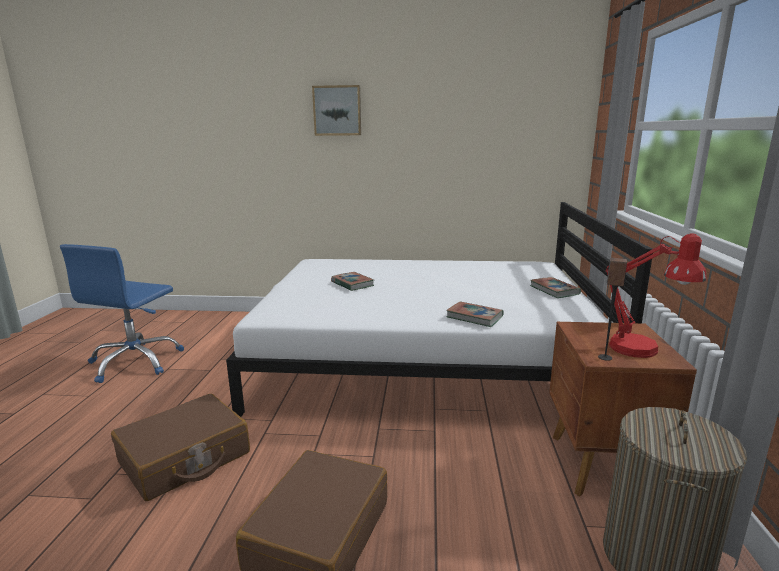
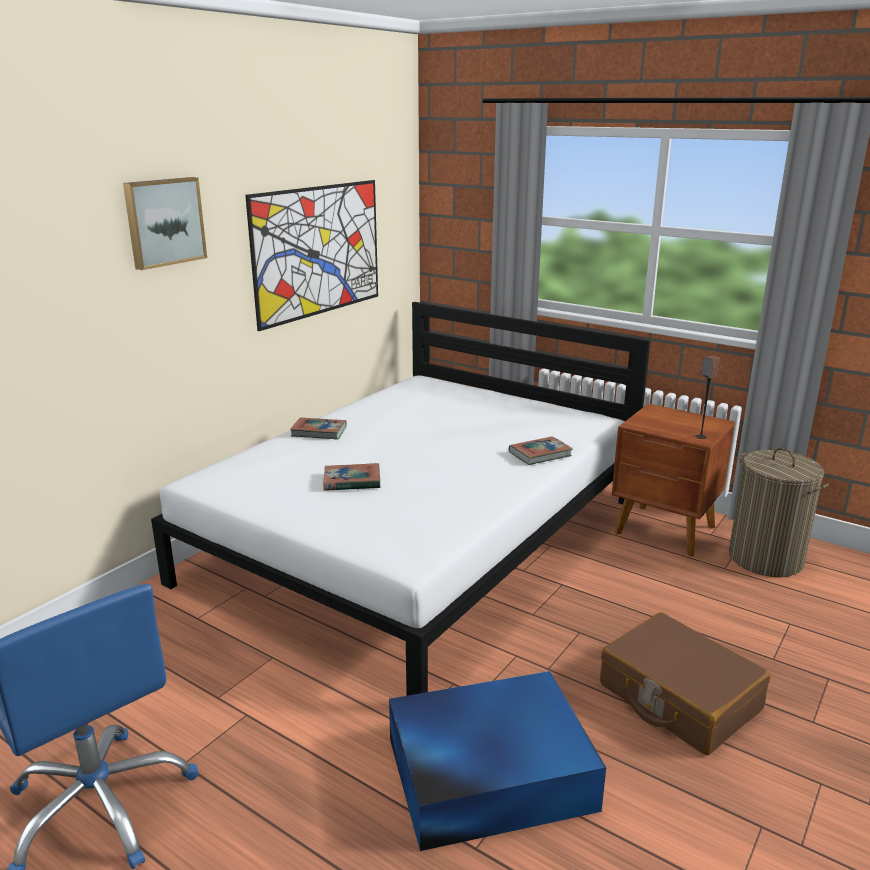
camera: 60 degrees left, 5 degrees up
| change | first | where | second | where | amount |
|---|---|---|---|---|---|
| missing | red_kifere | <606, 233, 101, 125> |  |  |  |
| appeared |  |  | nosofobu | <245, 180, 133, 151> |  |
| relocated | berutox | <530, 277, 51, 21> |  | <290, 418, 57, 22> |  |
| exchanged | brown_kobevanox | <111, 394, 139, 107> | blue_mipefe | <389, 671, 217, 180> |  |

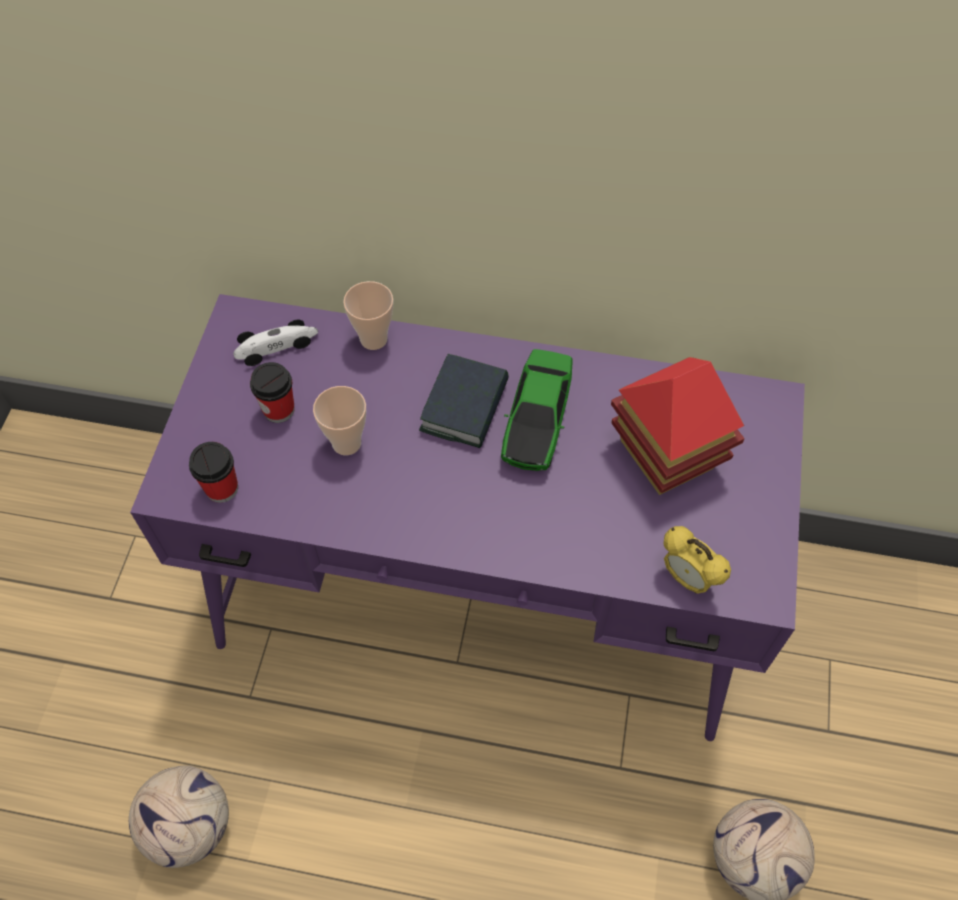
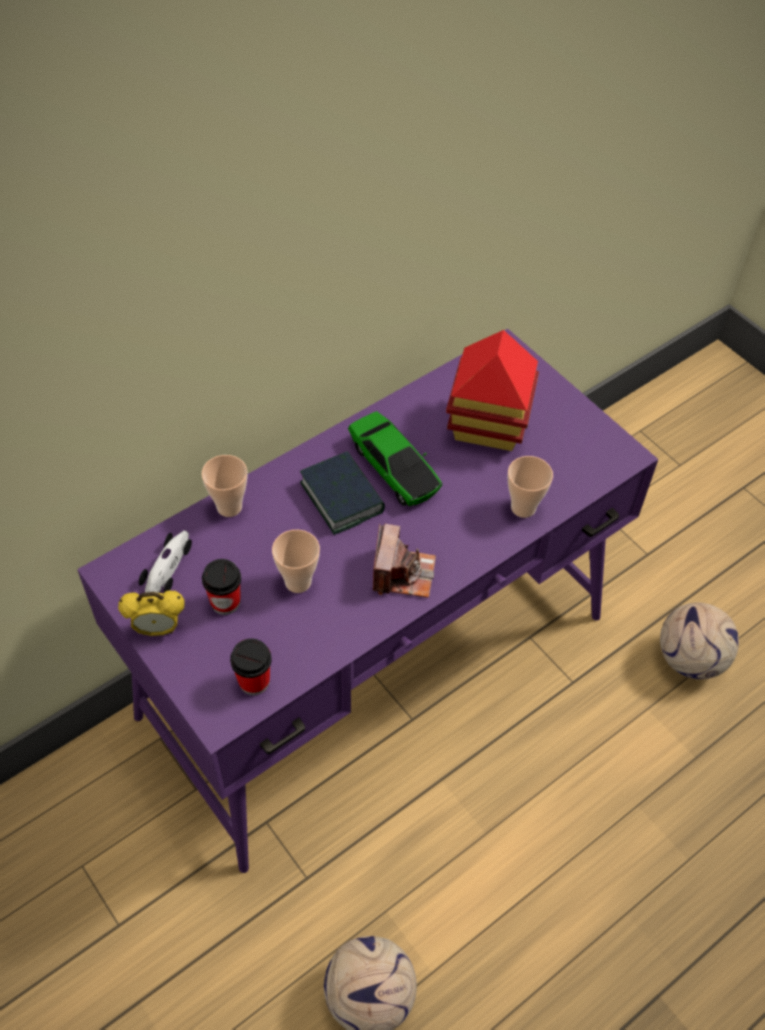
camera: 50 degrees left, 5 degrees down
| change | first | where | second | where | amount |
|---|---|---|---|---|---|
| appeared |  |  | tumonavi | <373, 524, 63, 74> |  |
| appeared |  |  | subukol | <508, 456, 45, 62> |  |
| relocated | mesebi | <664, 526, 67, 67> |  | <118, 591, 66, 45> |  |

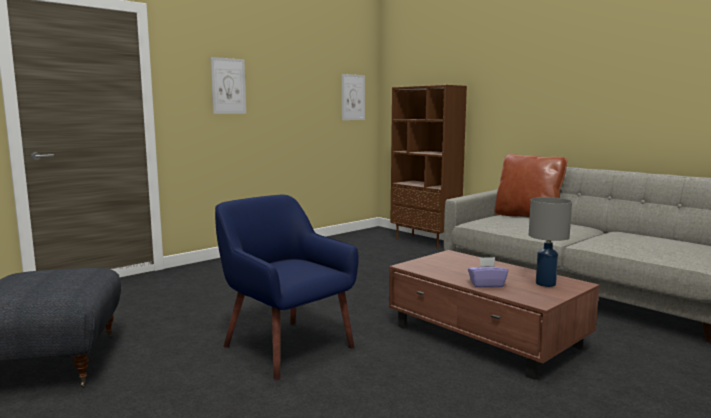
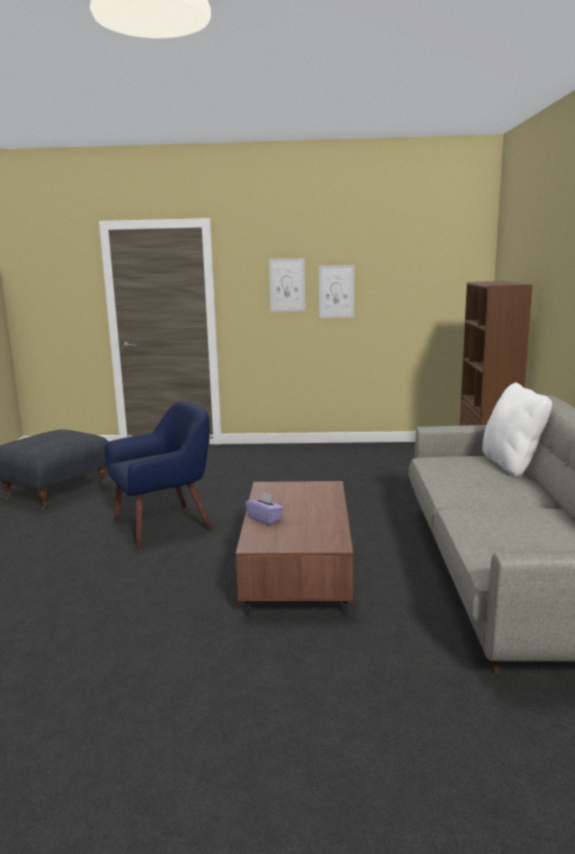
camera: 45 degrees right, 5 degrees up
| change | first | where | second | where | amount |
|---|---|---|---|---|---|
| missing | grey_kifere | <529, 197, 43, 90> |  |  |  |
| relocated | nosofobu | <342, 74, 23, 46> |  | <319, 265, 35, 53> |  |
| colour | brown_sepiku | <495, 154, 72, 64> | white_sepiku | <482, 383, 70, 94> |  |
| spun | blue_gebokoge | <215, 195, 144, 185> |  | <105, 401, 107, 149> | 60 degrees clockwise |

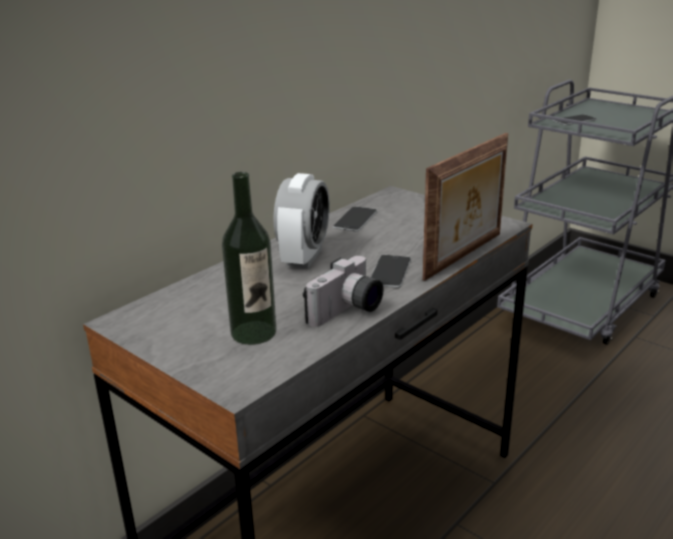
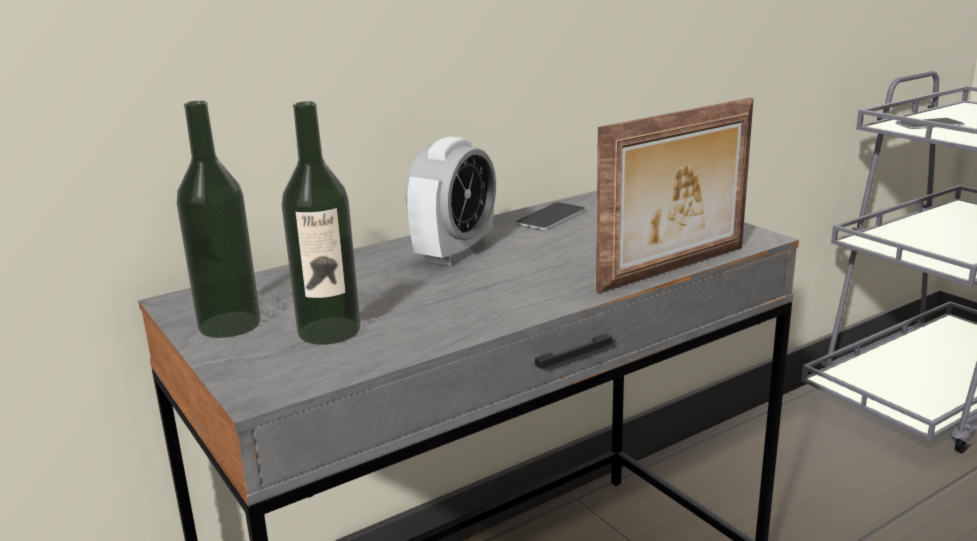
camera: 15 degrees right, 5 degrees down
| change | first | where | second | where | amount |
|---|---|---|---|---|---|
| missing | tumonavi | <303, 256, 81, 71> |  |  |  |
| missing | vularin | <370, 255, 41, 33> |  |  |  |
| appeared |  |  | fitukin | <177, 101, 84, 237> |  |

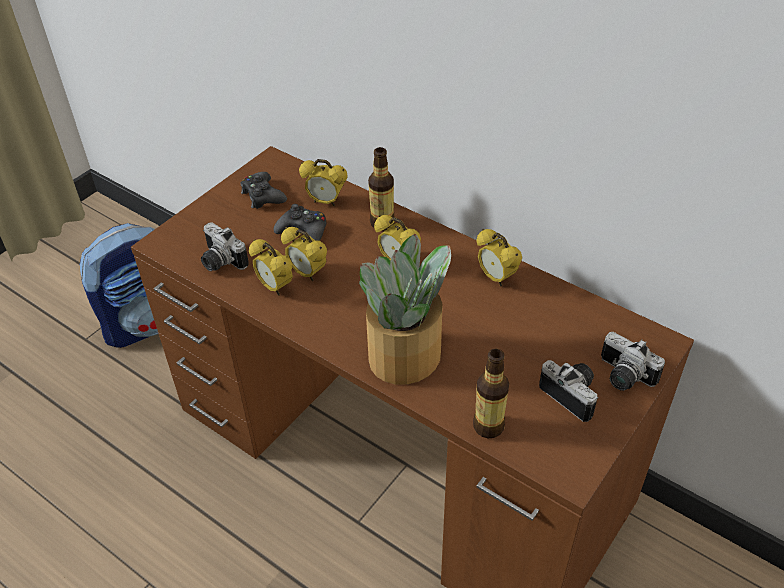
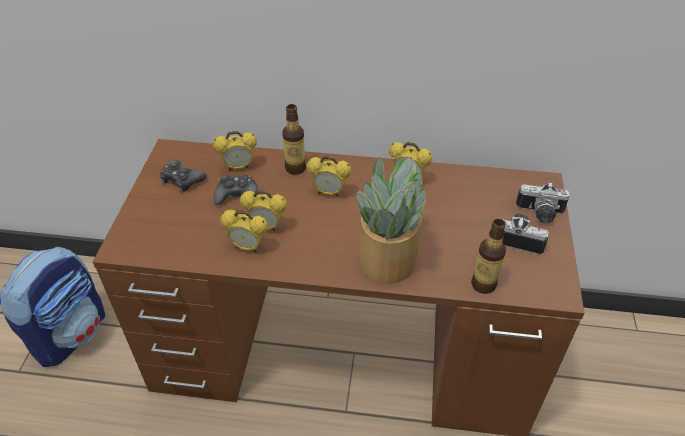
camera: 30 degrees left, 0 degrees up
| change | first | where | second | where | amount |
|---|---|---|---|---|---|
| missing | tumonavi | <201, 222, 48, 49> |  |  |  |

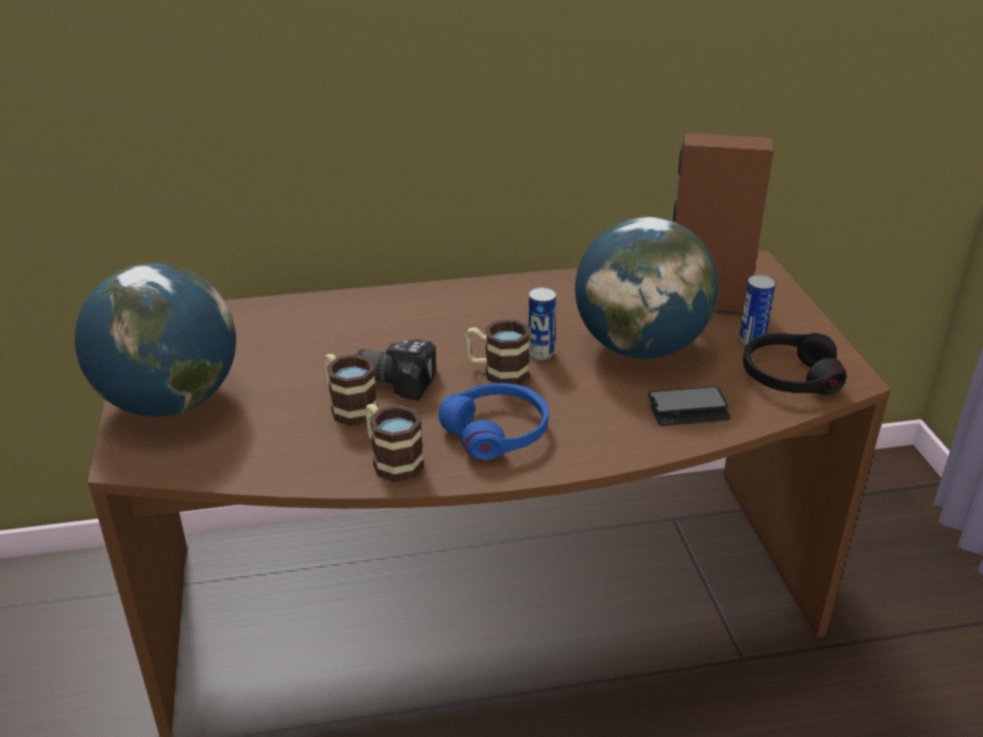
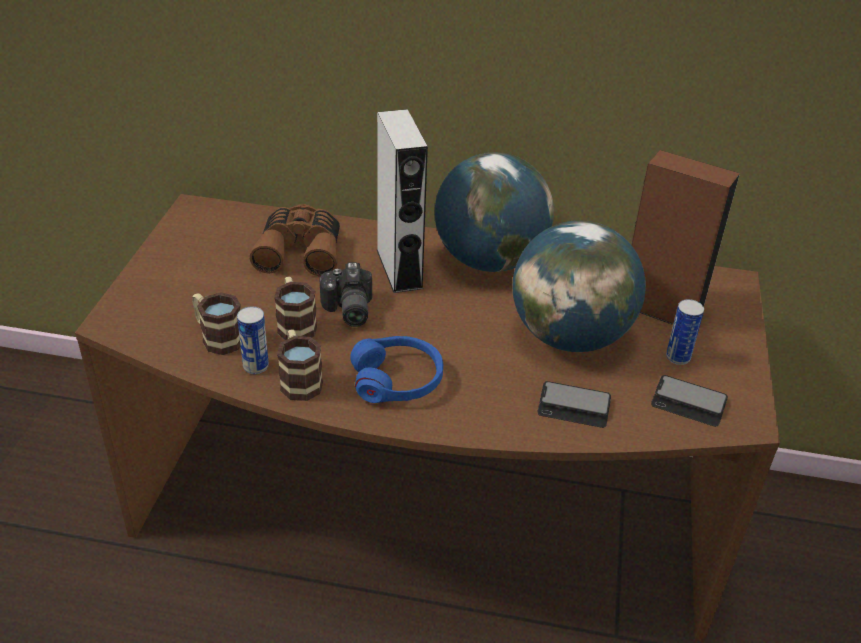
camera: 20 degrees right, 5 degrees up
| change | first | where | second | where | amount |
|---|---|---|---|---|---|
| appeared |  |  | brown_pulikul | <250, 204, 90, 73> |  |
| appeared |  |  | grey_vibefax | <377, 109, 51, 184> |  |
| relocated | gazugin | <75, 263, 161, 154> |  | <435, 152, 119, 120> |  |
| relocated | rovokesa | <465, 319, 65, 66> |  | <192, 292, 49, 63> |  |
| relocated | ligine | <528, 287, 28, 73> |  | <237, 307, 32, 67> |  |
| exchanged | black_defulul | <743, 333, 103, 62> | vularin | <651, 375, 77, 52> |  |
| spun | tumonavi | <357, 339, 79, 62> |  | <320, 262, 52, 65> | 135 degrees counterclockwise |

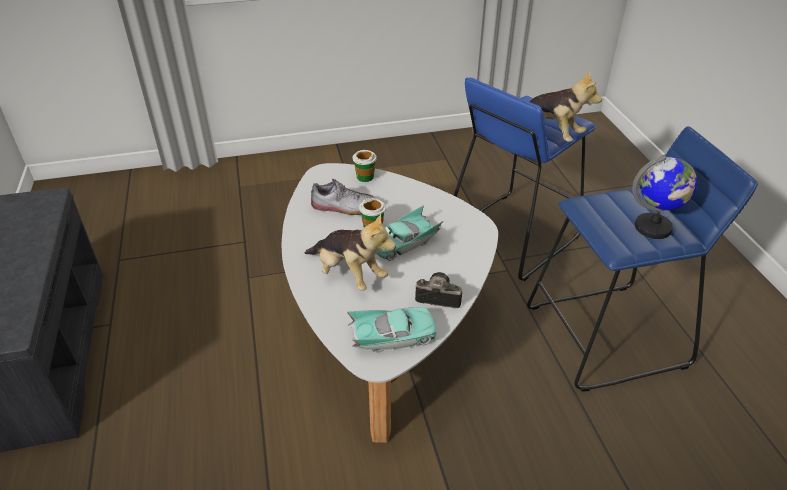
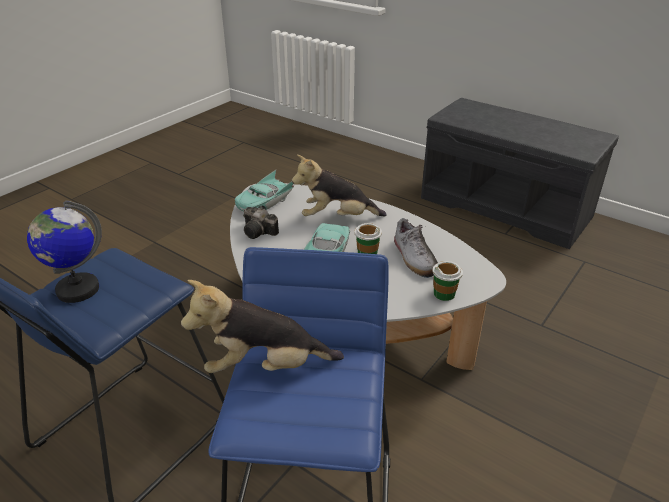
camera: 140 degrees right, 5 degrees down
| change | first | where | second | where | amount |
|---|---|---|---|---|---|
| spun | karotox | <311, 179, 64, 36> |  | <394, 218, 44, 60> | 75 degrees counterclockwise |
| spun | tumonavi | <415, 272, 47, 36> |  | <243, 207, 36, 32> | 60 degrees clockwise |

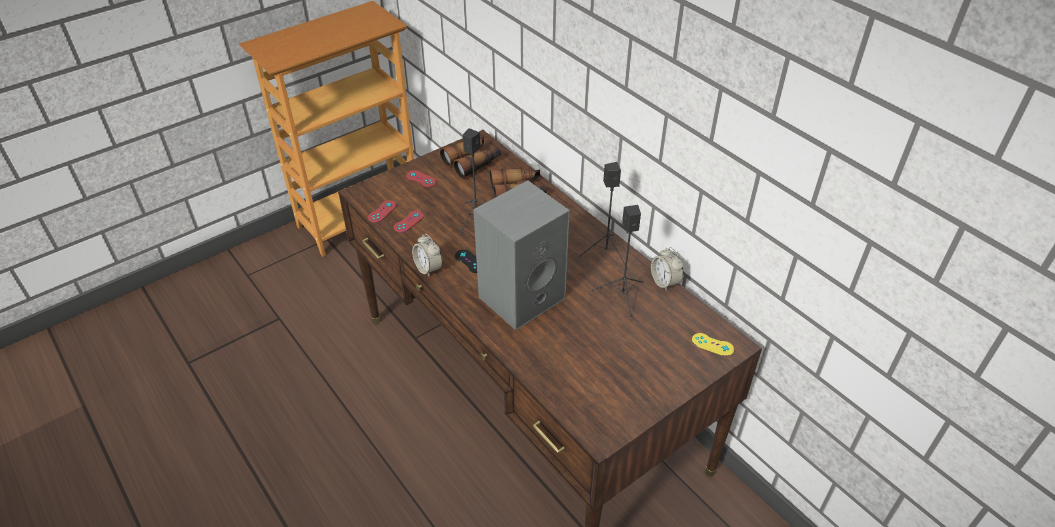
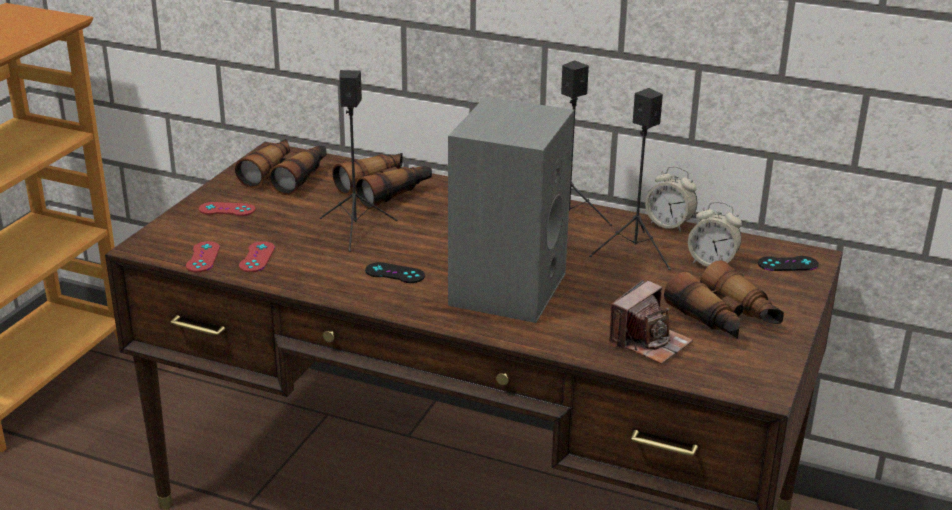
camera: 30 degrees left, 15 degrees down
| change | first | where | second | where | amount |
|---|---|---|---|---|---|
| appeared |  |  | tumonavi | <609, 280, 84, 84> |  |
| appeared |  |  | pulikul | <664, 260, 120, 79> |  |
| relocated | mesebi | <412, 234, 30, 43> |  | <688, 202, 54, 65> |  |
| colour | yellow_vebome | <692, 333, 42, 23> | black_vebome | <758, 256, 61, 15> |  |

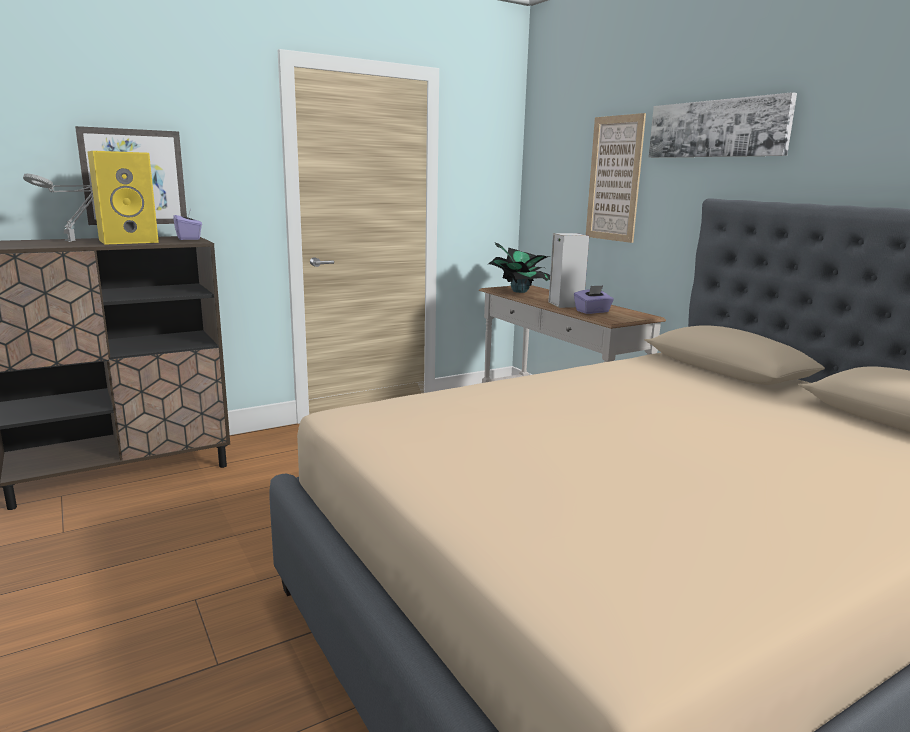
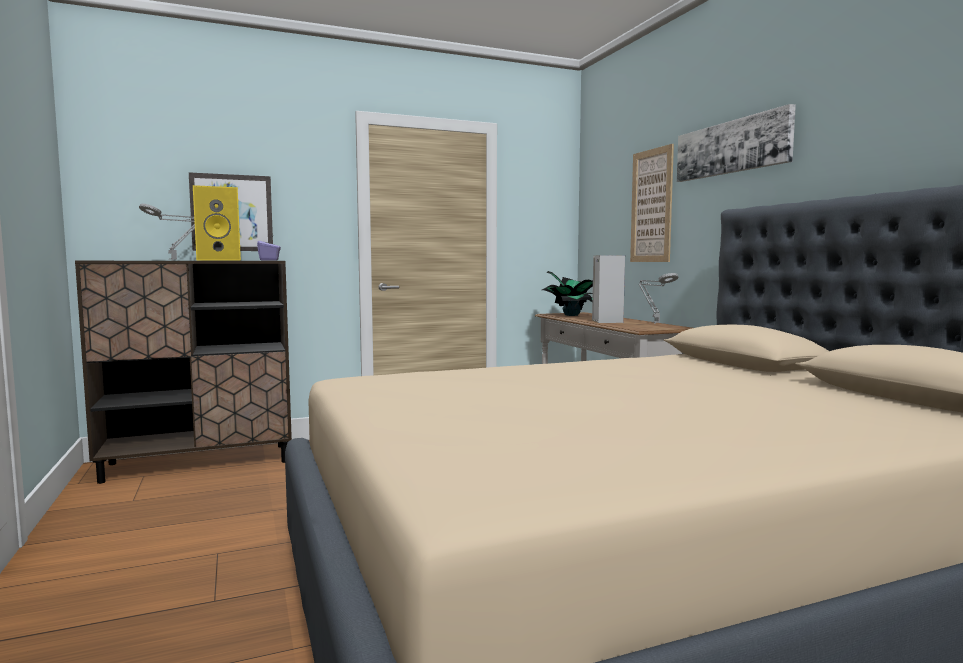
camera: 10 degrees right, 10 degrees down
| change | first | where | second | where | amount |
|---|---|---|---|---|---|
| missing | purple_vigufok | <574, 285, 40, 29> |  |  |  |
| appeared |  |  | grey_kifere | <639, 273, 40, 51> |  |

